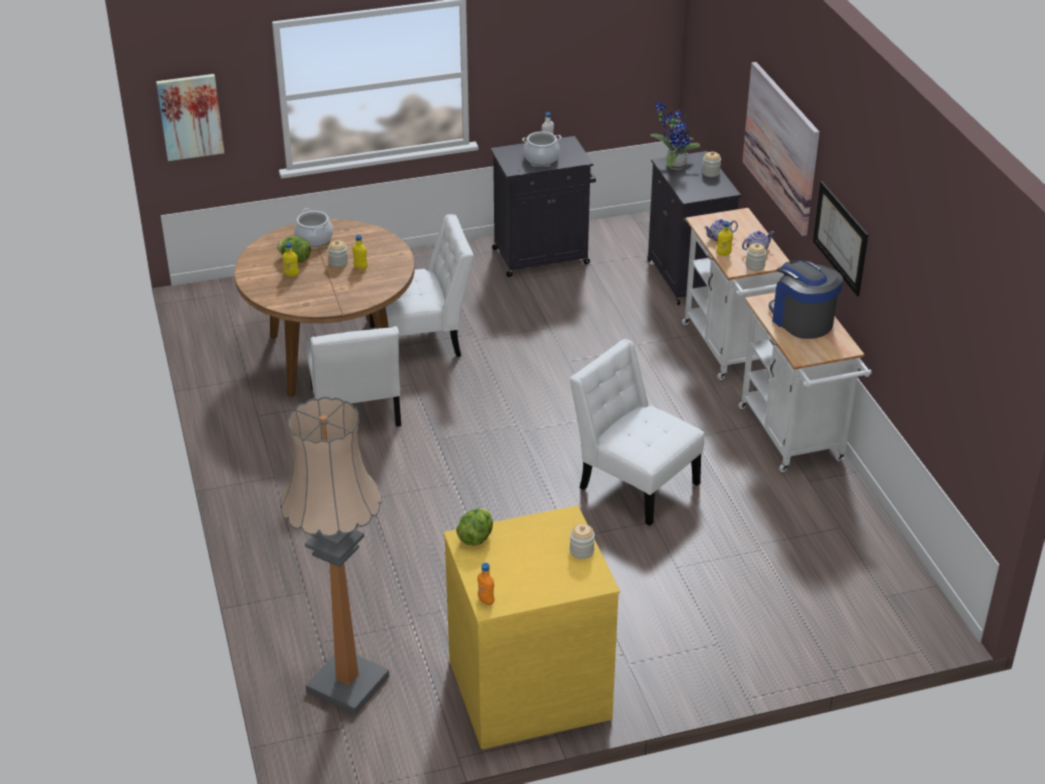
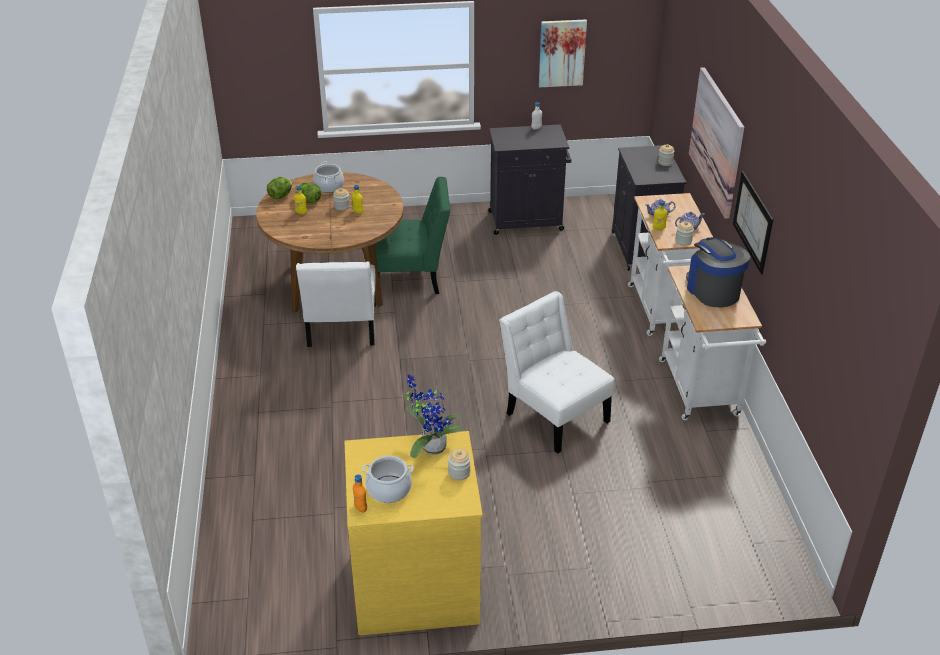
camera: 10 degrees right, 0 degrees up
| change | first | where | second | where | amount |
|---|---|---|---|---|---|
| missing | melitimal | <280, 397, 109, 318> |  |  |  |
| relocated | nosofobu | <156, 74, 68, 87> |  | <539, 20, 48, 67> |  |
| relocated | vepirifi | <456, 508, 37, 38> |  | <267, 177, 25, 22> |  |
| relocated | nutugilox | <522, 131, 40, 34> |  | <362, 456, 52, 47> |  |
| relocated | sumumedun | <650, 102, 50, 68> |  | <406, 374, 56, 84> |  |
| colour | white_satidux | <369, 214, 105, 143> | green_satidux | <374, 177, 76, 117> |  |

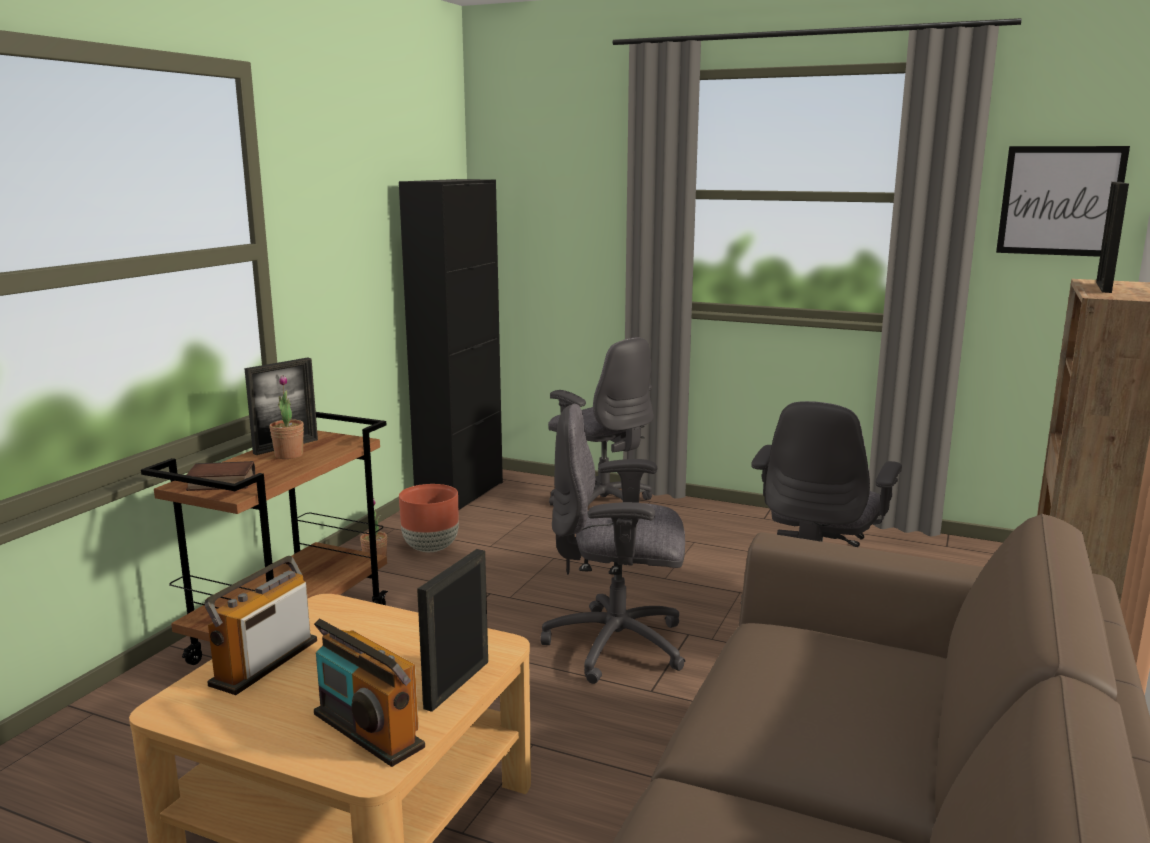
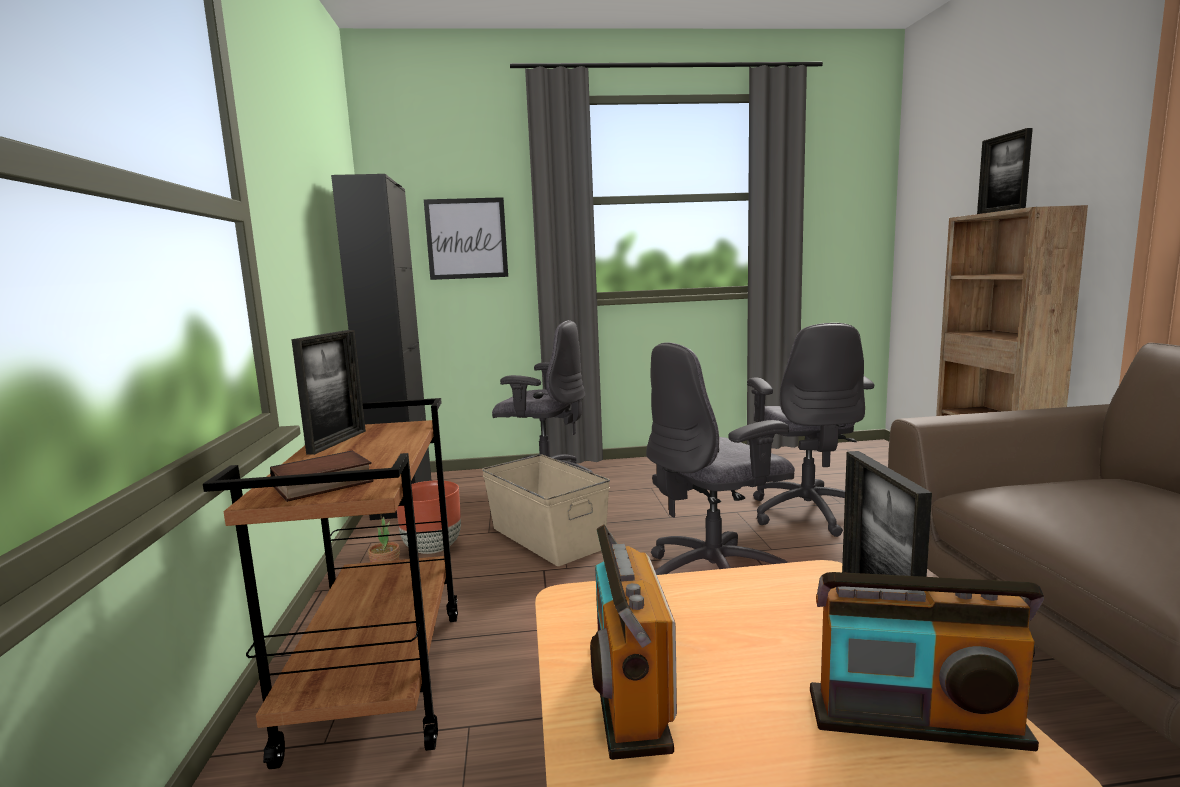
camera: 30 degrees left, 5 degrees down
| change | first | where | second | where | amount |
|---|---|---|---|---|---|
| missing | sumumedun | <269, 375, 35, 84> |  |  |  |
| appeared |  |  | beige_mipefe | <482, 454, 128, 112> |  |
| relocated | nosofobu | <996, 146, 134, 111> |  | <424, 197, 84, 83> |  |

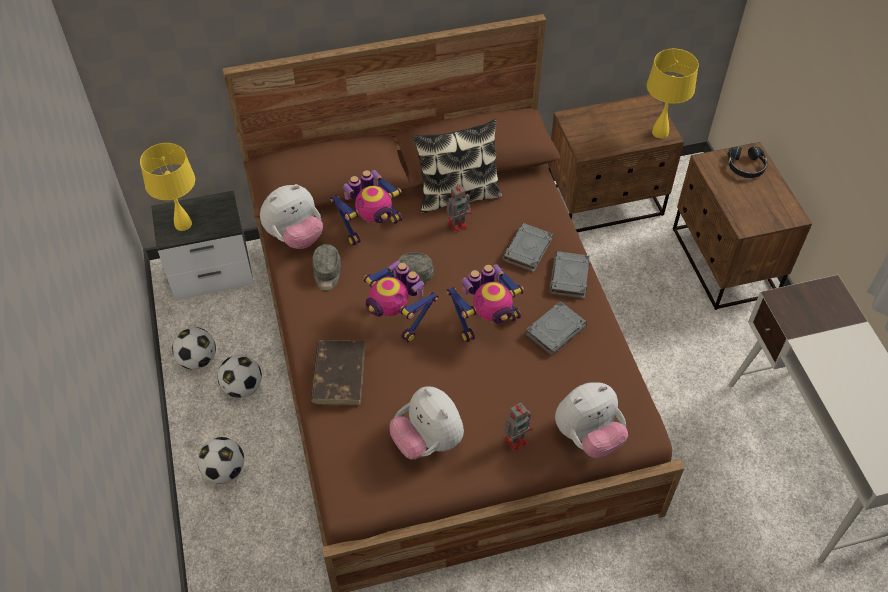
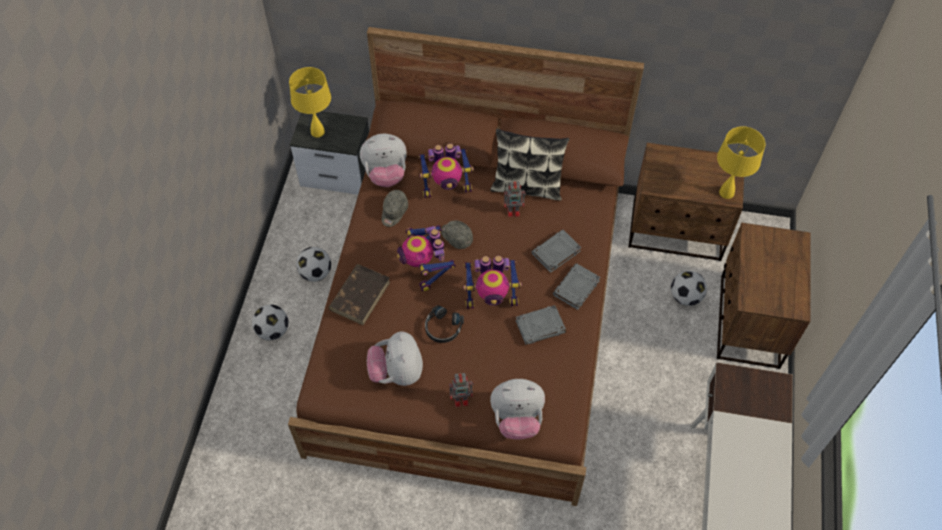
camera: 25 degrees right, 5 degrees up
| change | first | where | second | where | amount |
|---|---|---|---|---|---|
| relocated | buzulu | <172, 327, 44, 43> |  | <671, 271, 36, 35> |  |
| relocated | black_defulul | <727, 147, 40, 31> |  | <425, 305, 39, 38> |  |

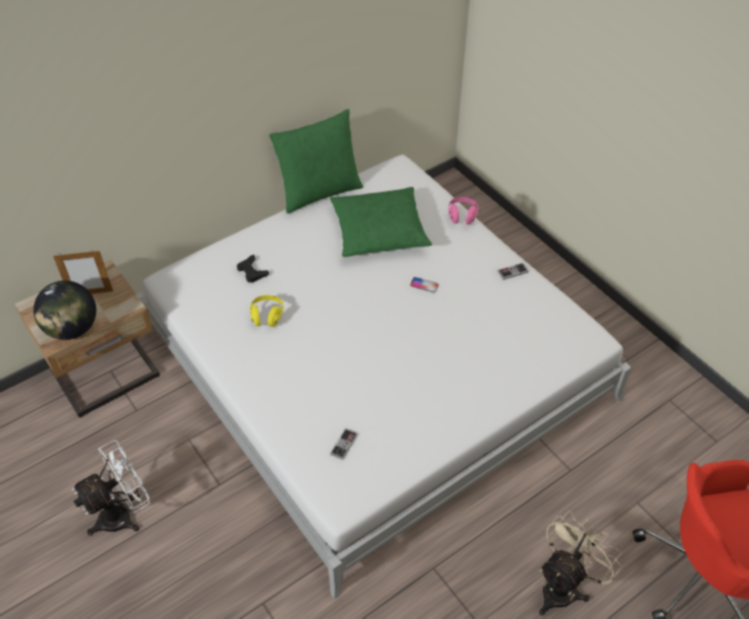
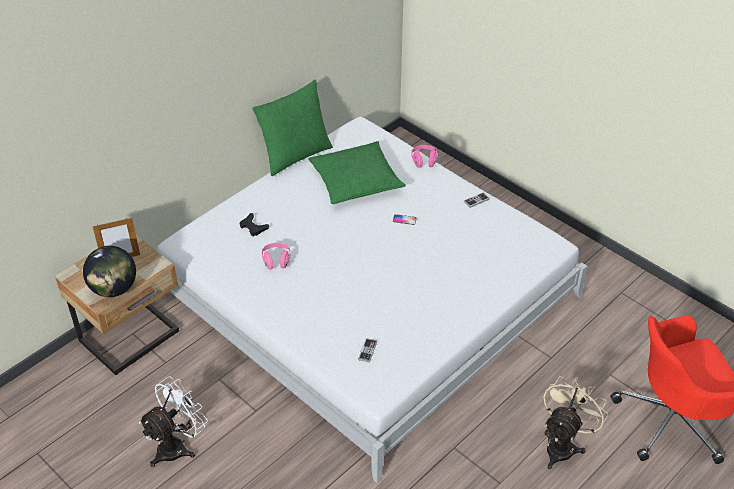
camera: 10 degrees left, 5 degrees down
| change | first | where | second | where | amount |
|---|---|---|---|---|---|
| colour | yellow_defulul | <250, 295, 33, 32> | pink_defulul | <262, 243, 28, 27> |  |

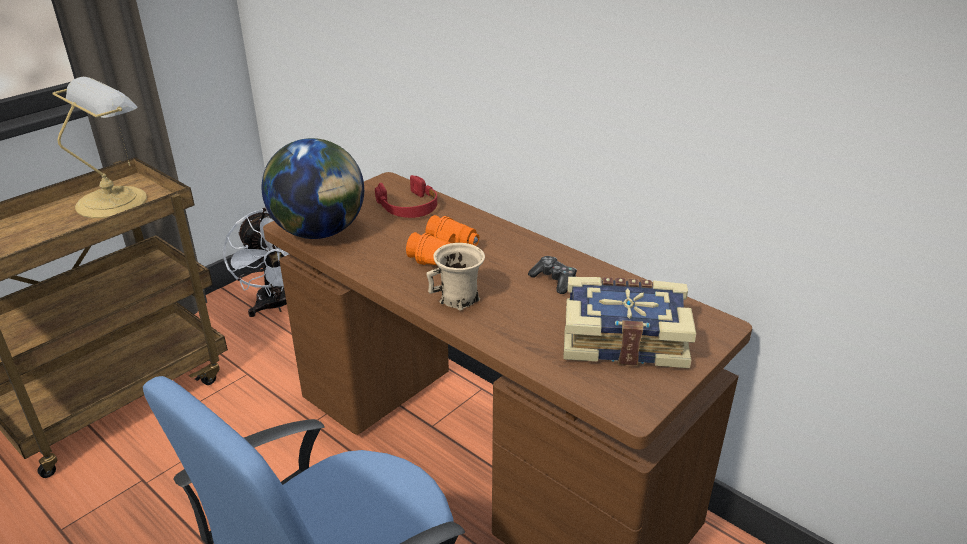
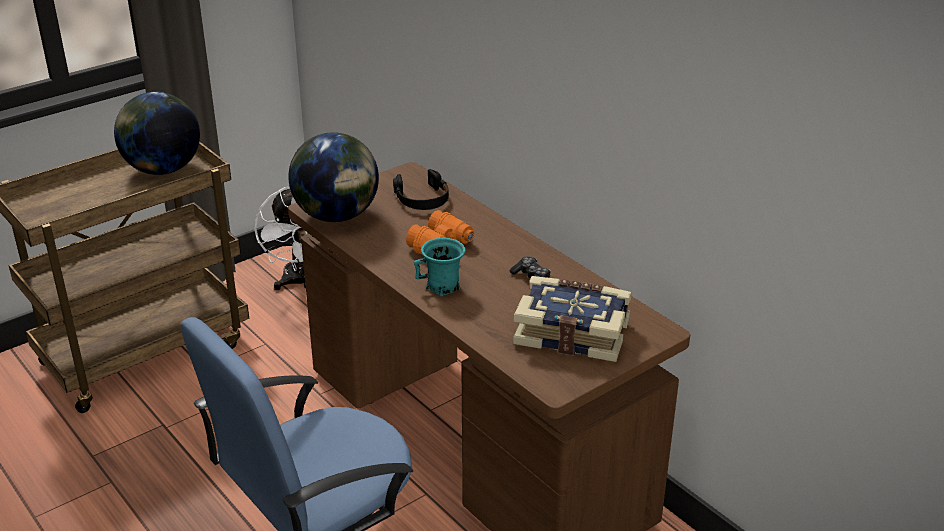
camera: 10 degrees right, 0 degrees up
| change | first | where | second | where | amount |
|---|---|---|---|---|---|
| exchanged | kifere | <52, 77, 95, 141> | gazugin | <114, 92, 86, 83> |  |
| colour | red_defulul | <375, 175, 62, 43> | black_defulul | <393, 169, 56, 41> |  |
| colour | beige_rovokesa | <426, 243, 59, 67> | turquoise_rovokesa | <414, 238, 52, 58> |  |

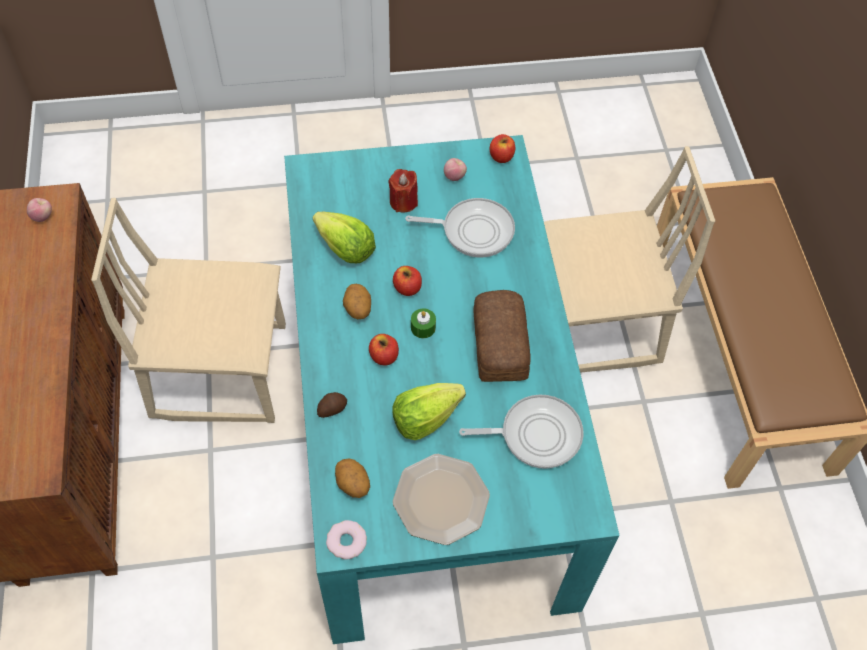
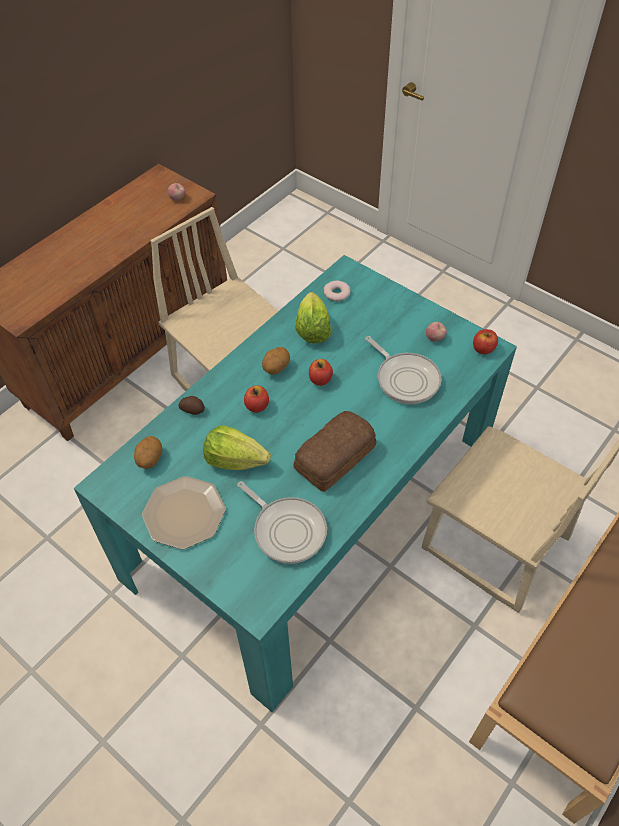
camera: 50 degrees right, 5 degrees down
| change | first | where | second | where | amount |
|---|---|---|---|---|---|
| missing | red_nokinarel | <388, 169, 30, 44> |  |  |  |
| missing | green_nokinarel | <411, 308, 25, 30> |  |  |  |
| relocated | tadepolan | <326, 520, 41, 39> |  | <324, 280, 26, 21> |  |

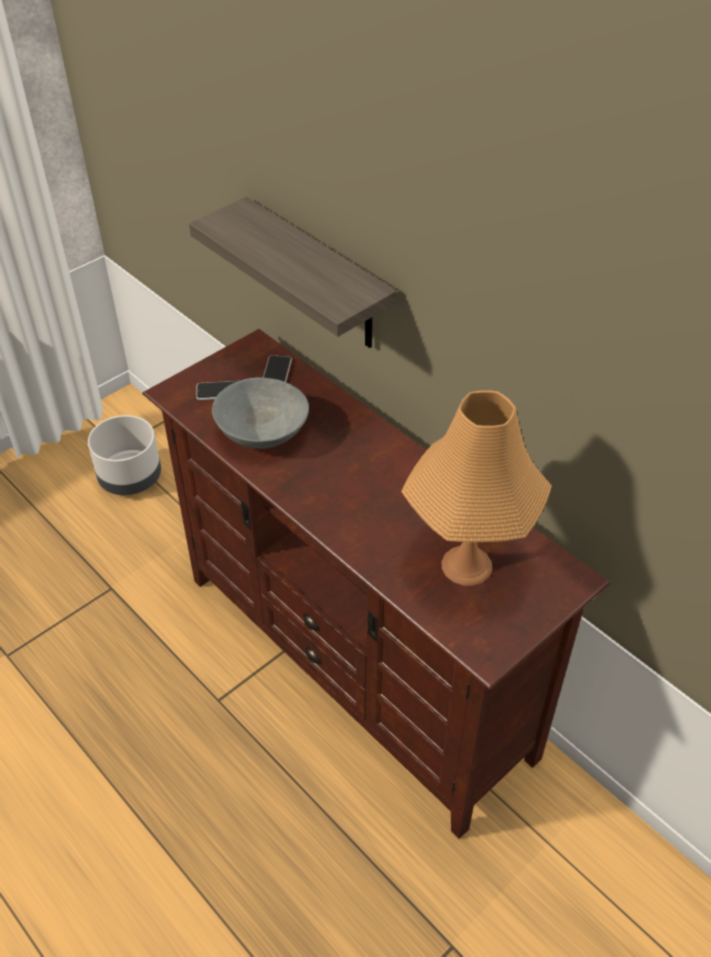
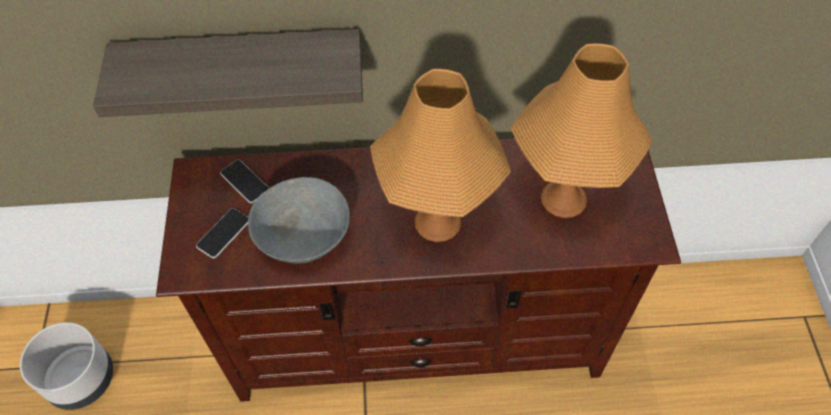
camera: 50 degrees left, 10 degrees up
| change | first | where | second | where | amount |
|---|---|---|---|---|---|
| appeared |  |  | orange_kifere | <370, 69, 141, 173> |  |

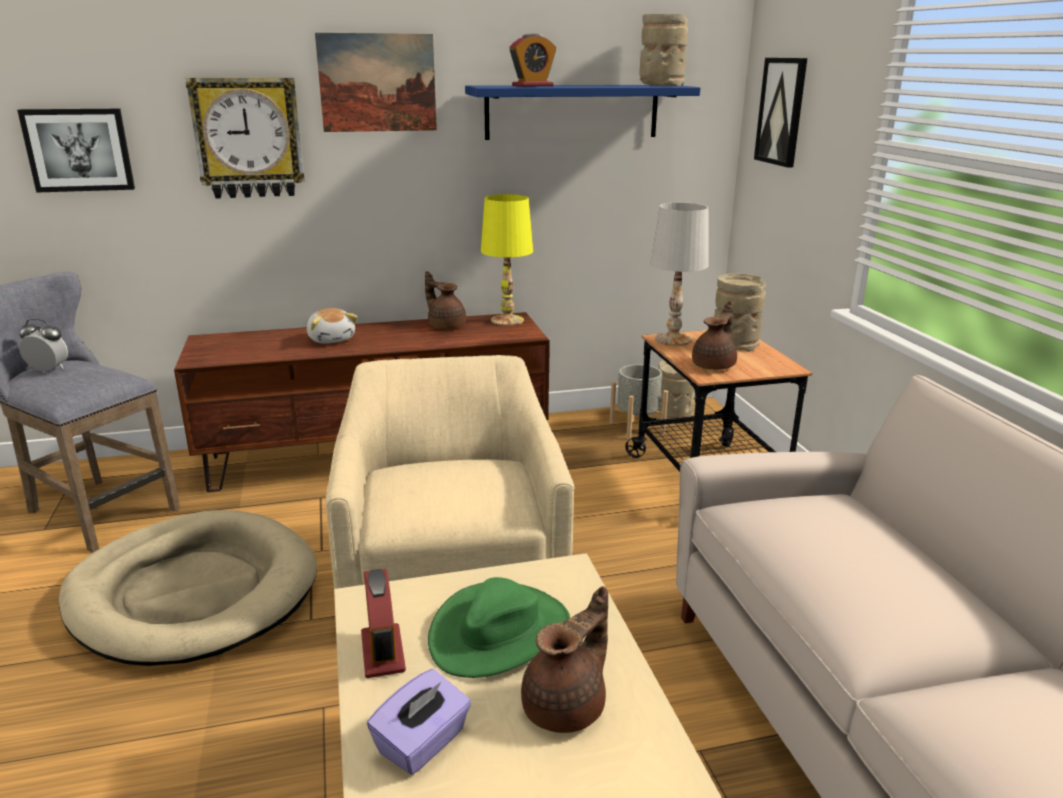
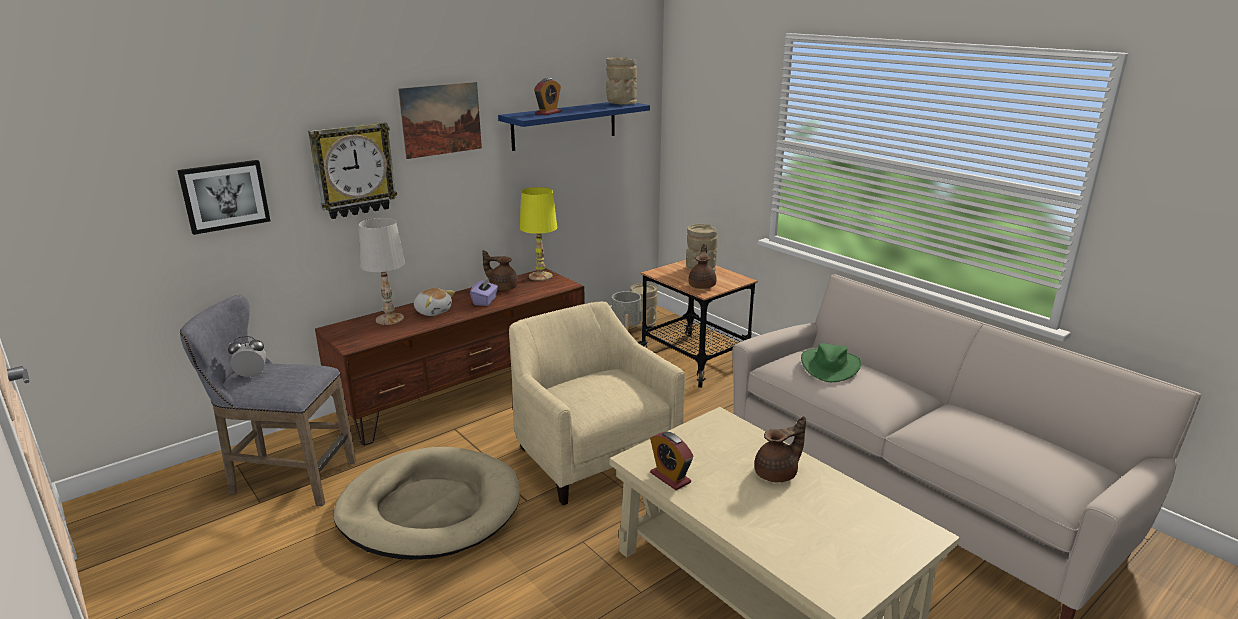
camera: 25 degrees left, 0 degrees up
| change | first | where | second | where | amount |
|---|---|---|---|---|---|
| missing | nosofobu | <754, 58, 53, 109> |  |  |  |
| relocated | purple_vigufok | <367, 669, 104, 106> |  | <470, 278, 28, 28> |  |
| relocated | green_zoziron | <428, 577, 142, 101> |  | <801, 343, 61, 39> |  |
| relocated | white_kifere | <650, 202, 59, 144> |  | <359, 218, 46, 107> |  |
| spun | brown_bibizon | <521, 586, 87, 147> |  | <754, 416, 52, 66> | 45 degrees clockwise |

